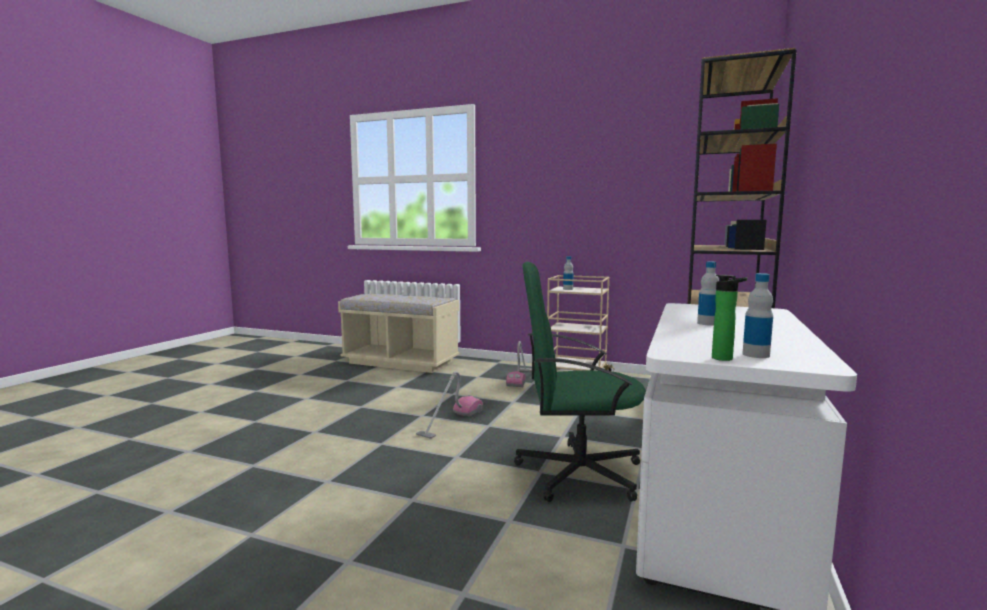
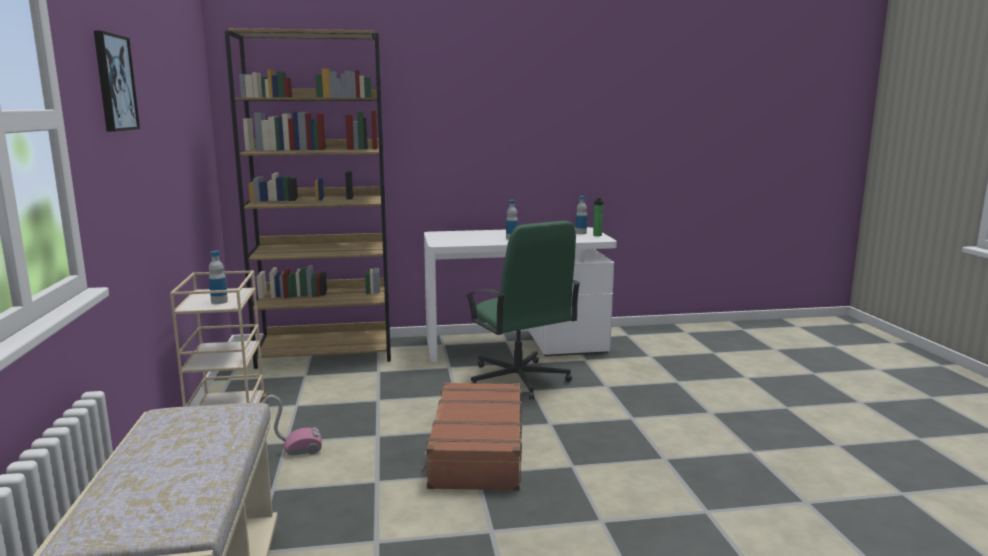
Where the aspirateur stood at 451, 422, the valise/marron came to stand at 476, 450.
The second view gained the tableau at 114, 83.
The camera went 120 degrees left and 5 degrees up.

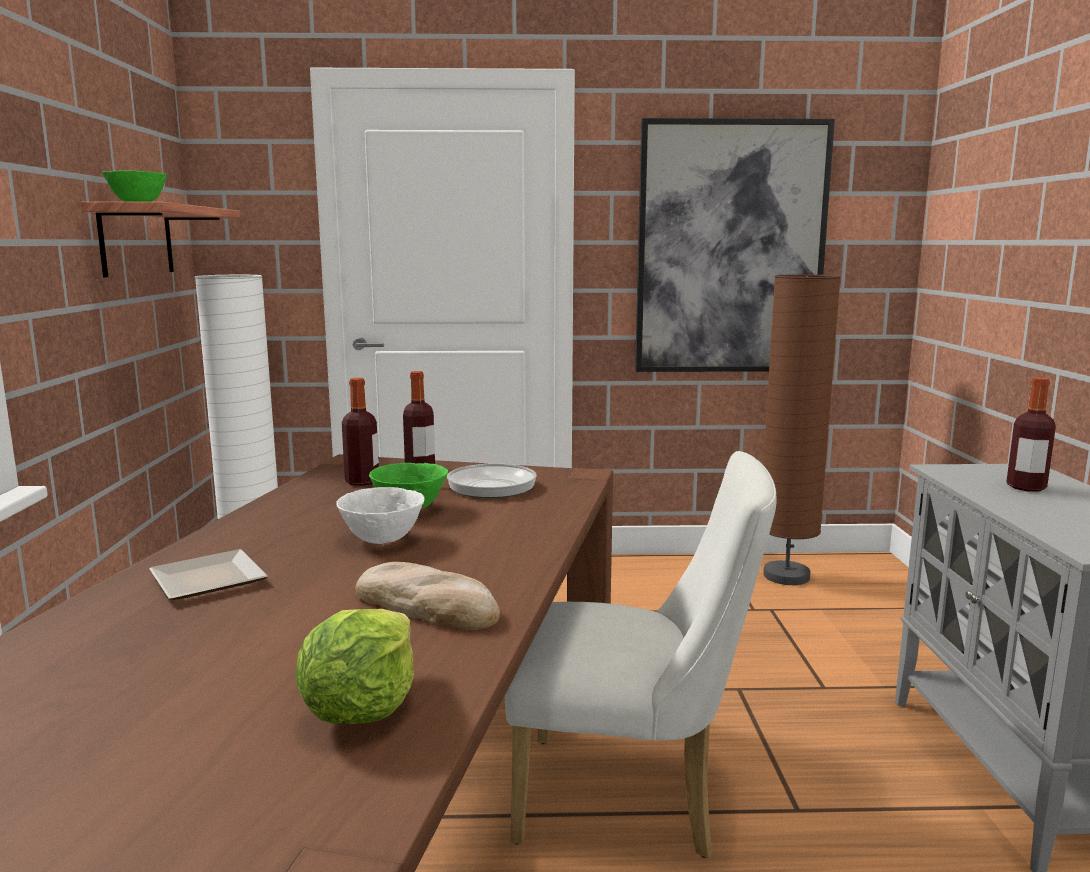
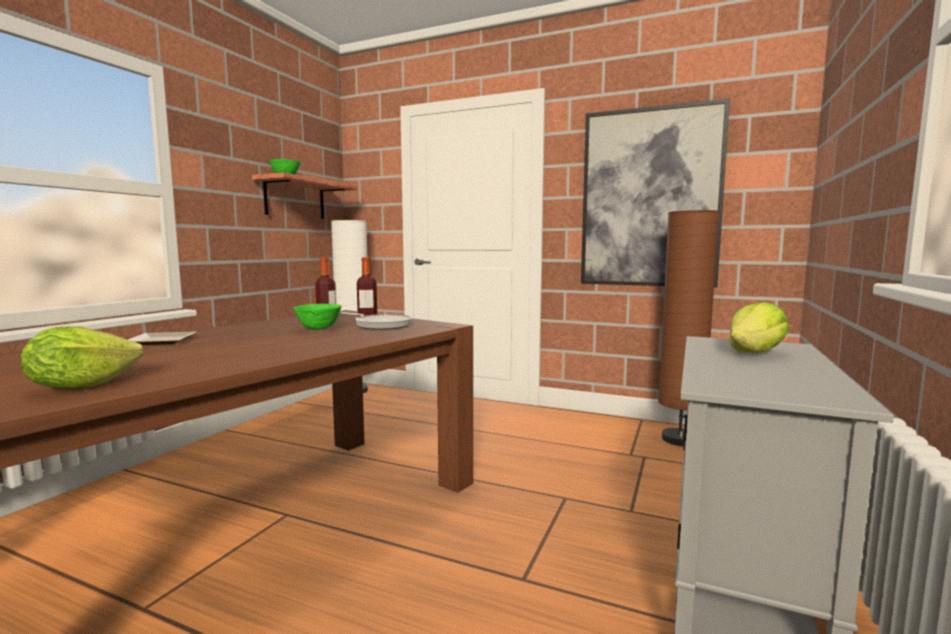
Where the bouteille stood at 1026, 487, the laitue came to stand at 754, 353.
The second view lost the chaise/blanc at 634, 798.
The second view lost the bol/blanc at 382, 540.
The second view lost the pain at 427, 605.
The camera went 25 degrees right and 5 degrees down.

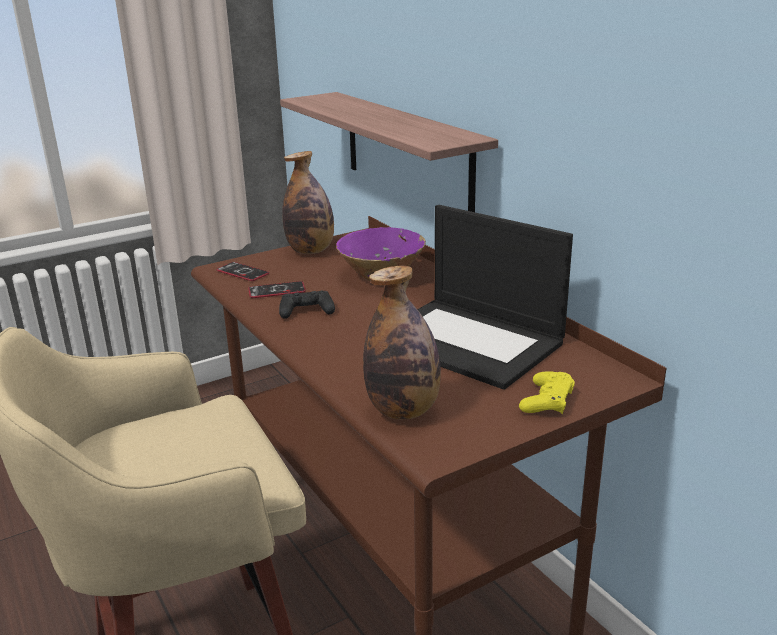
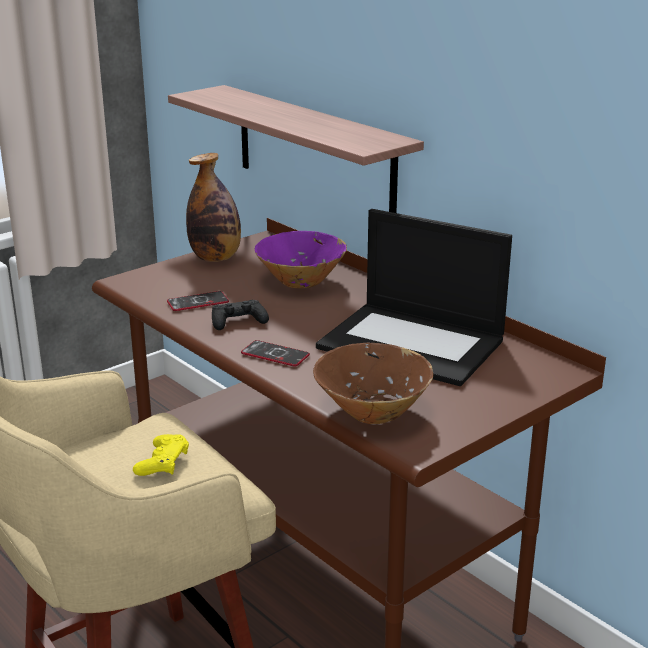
The téléphone ended up elsewhere, having gone from 242, 272 to 275, 355.
Where the bouteille stood at 403, 410, the bol/marron came to stand at 372, 411.
The manette/jaune ended up elsewhere, having gone from 547, 400 to 162, 462.
The camera went 10 degrees left and 0 degrees up.

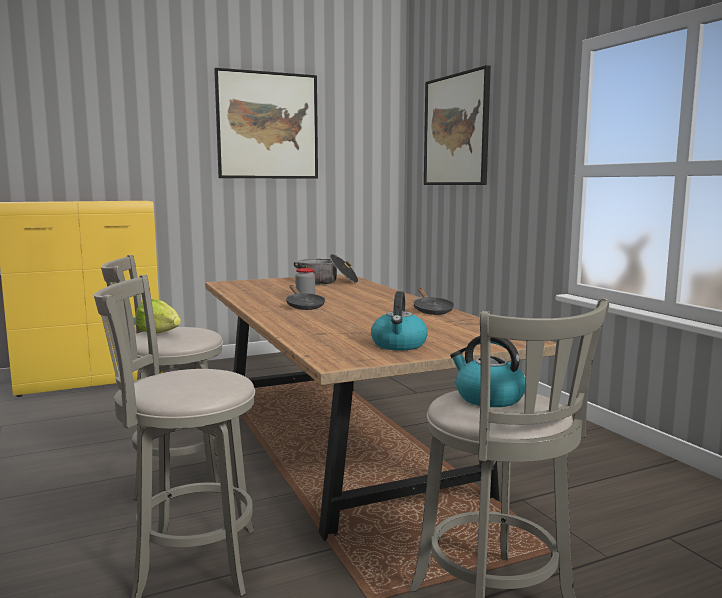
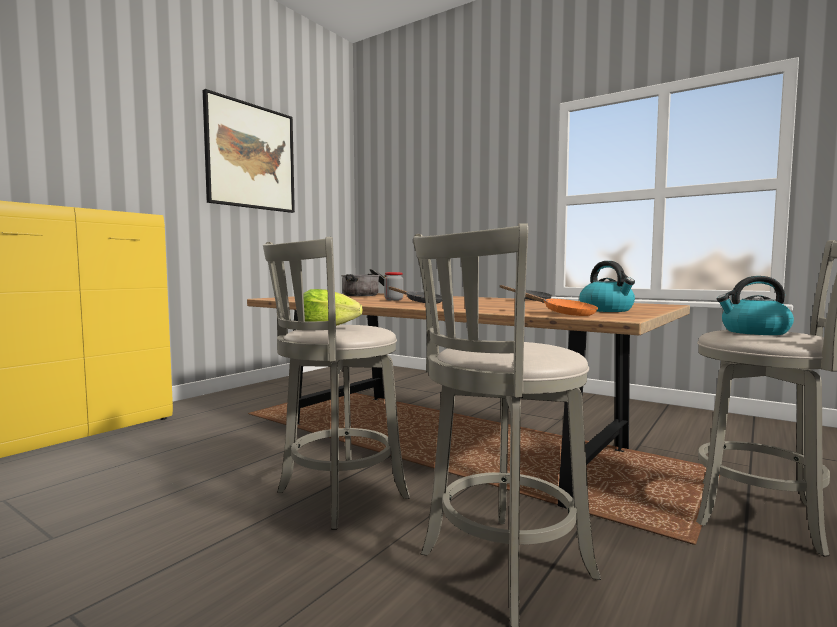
The second view lost the tableau at 456, 130.
The second view gained the poêle/orange at 564, 314.
The camera went 30 degrees left and 5 degrees down.

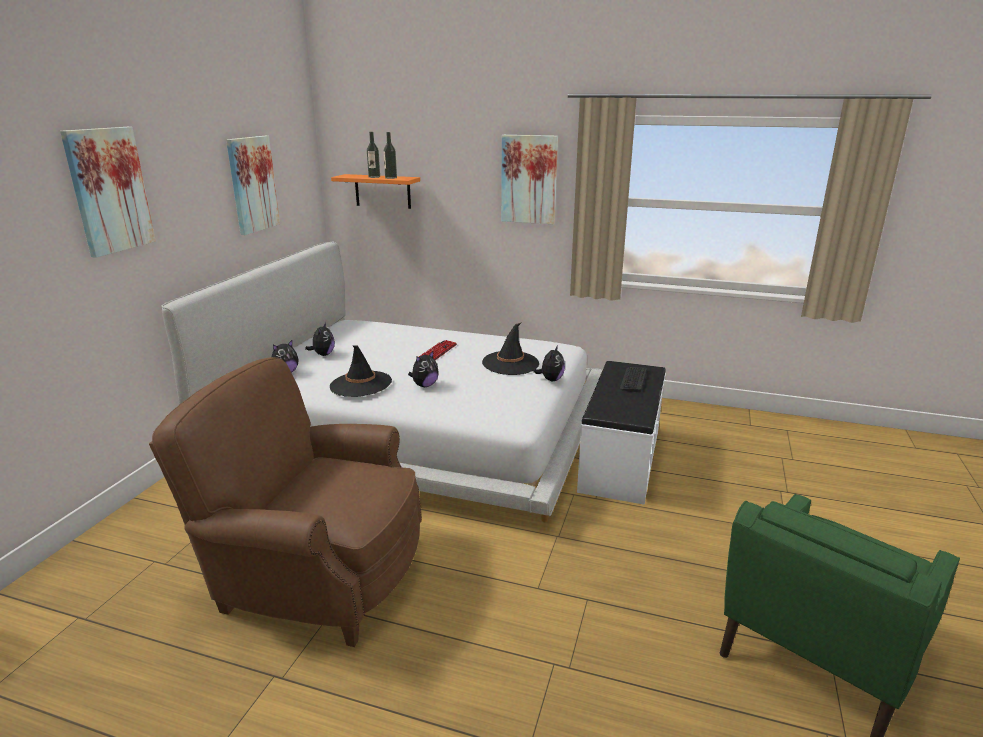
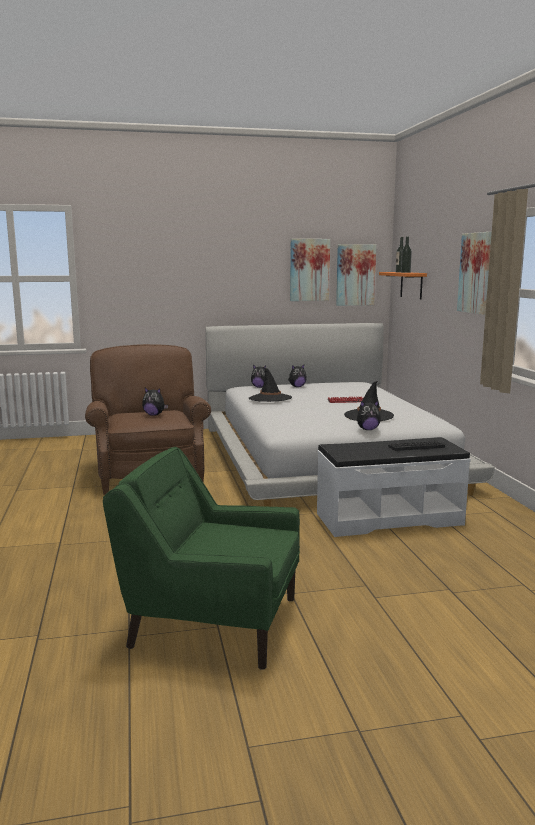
The tableau ended up elsewhere, having gone from 109, 190 to 355, 275.
The peluche ended up elsewhere, having gone from 424, 385 to 154, 415.
The camera went 60 degrees right and 10 degrees down.

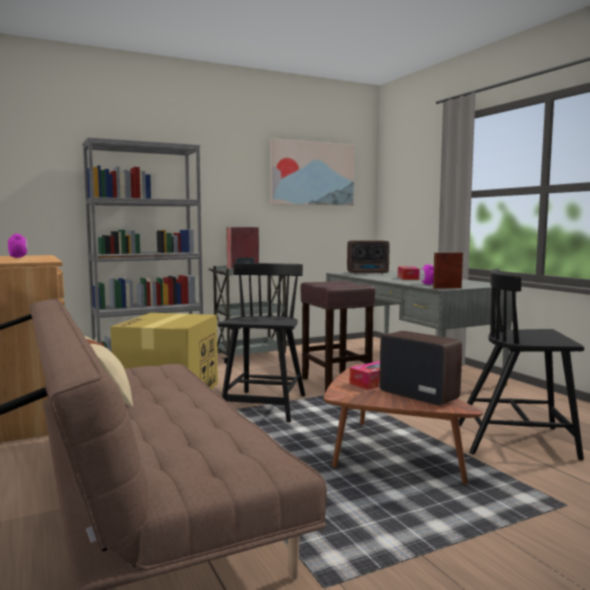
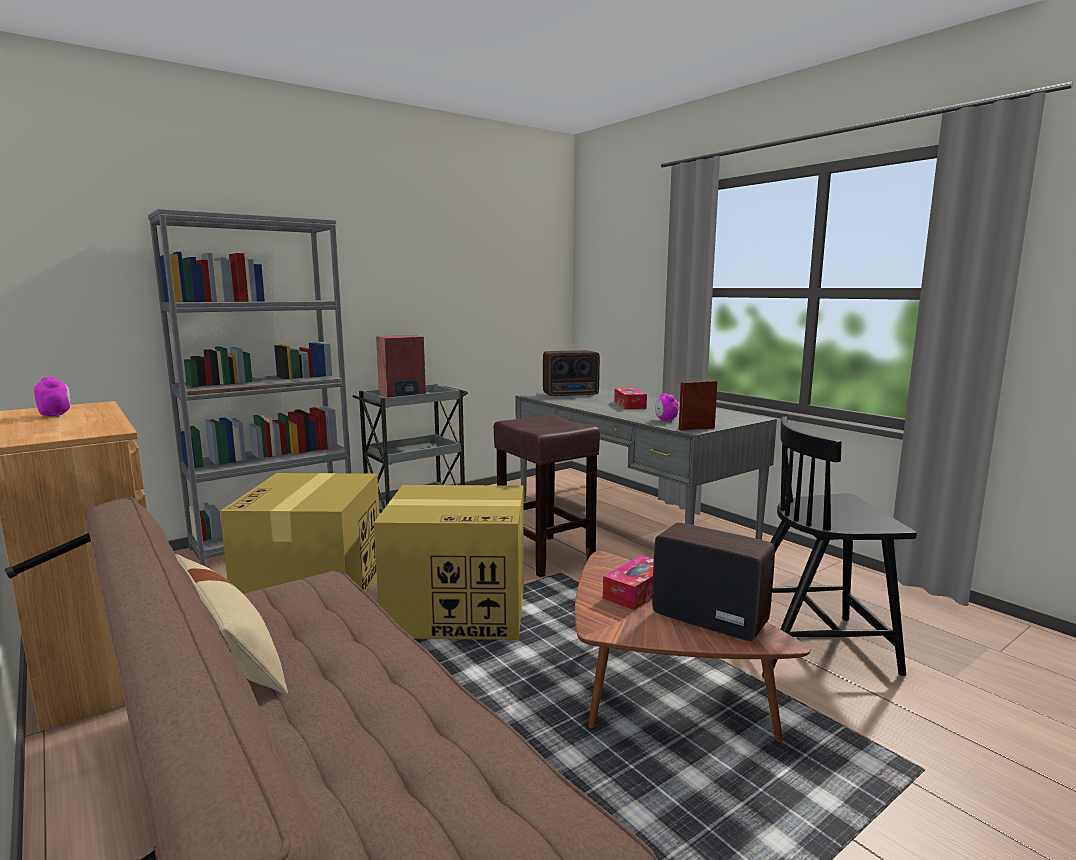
The second view lost the tableau at 312, 173.
Where the chaise/noir stood at 264, 407, the carton came to stand at 460, 610.
The camera went 10 degrees left and 5 degrees up.

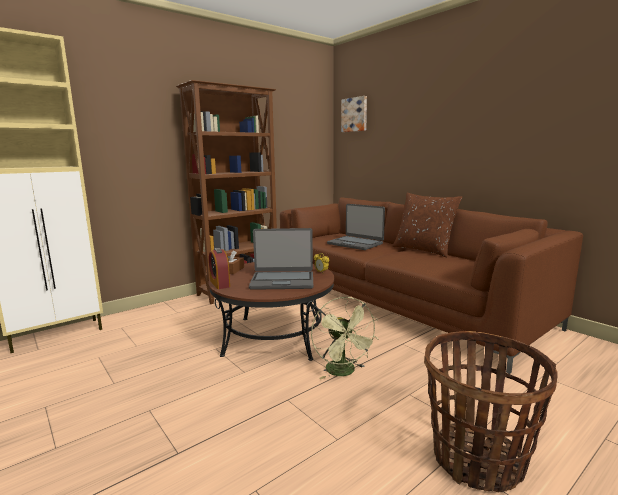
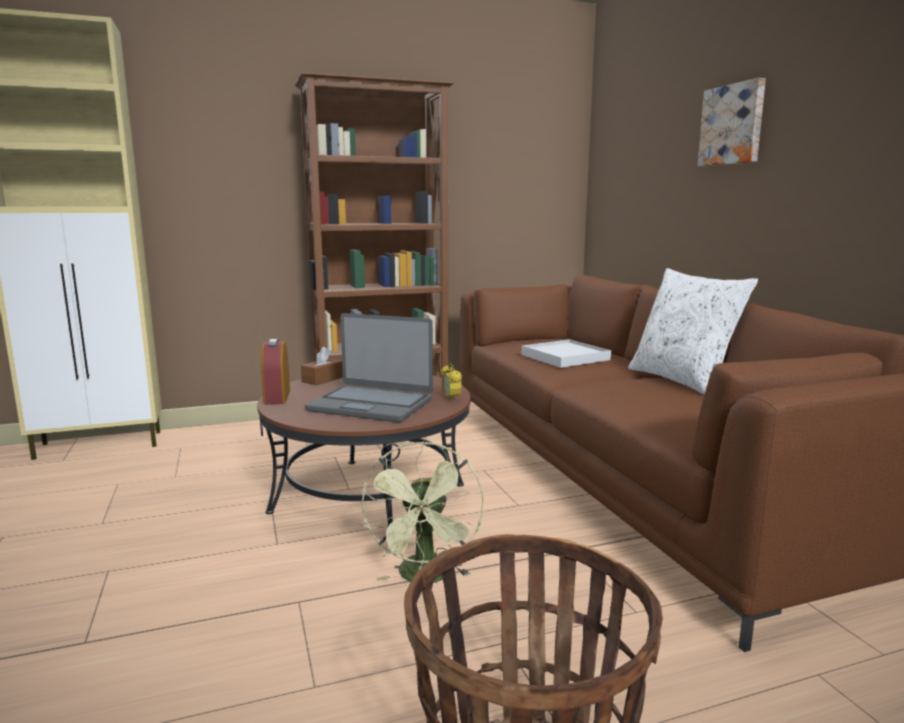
The tableau ended up elsewhere, having gone from 354, 114 to 733, 125.
What was the coussin/marron at 424, 250 turned into the coussin/blanc at 682, 381.
Where the ordinateur portable stood at 355, 243, the plateau/blanc came to stand at 565, 357.
The camera went 20 degrees right and 0 degrees up.

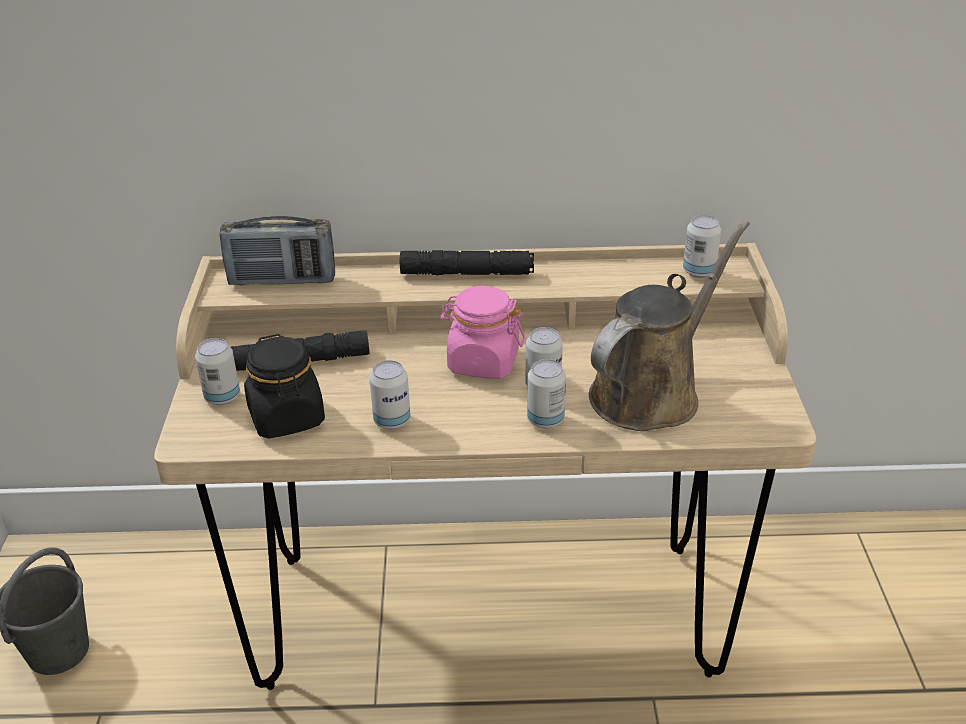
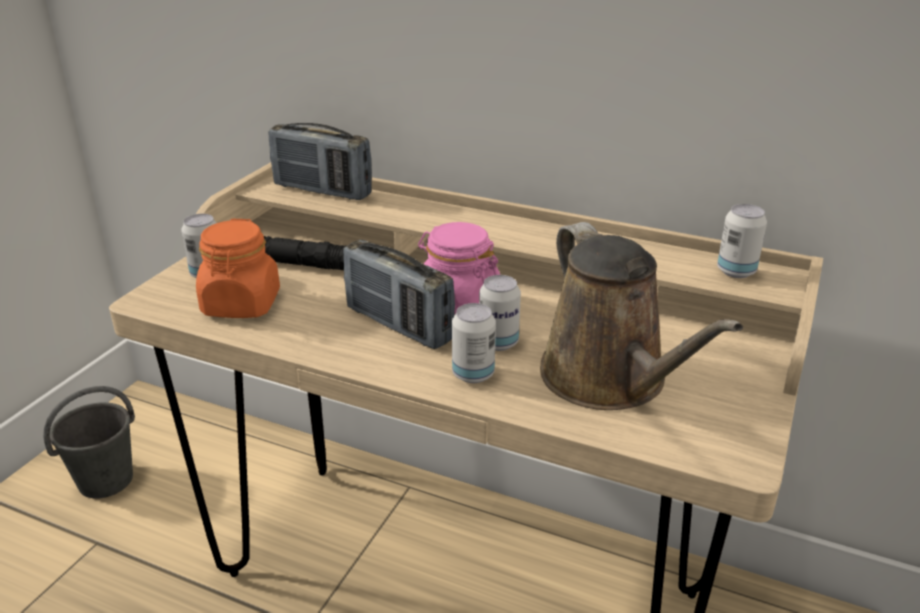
The arrosoir/marron at 651, 392 ended up facing another way, 90 degrees clockwise from before.
The second view lost the lampe de poche/noir at 467, 273.
What was the bocal/noir at 287, 417 turned into the bocal/orange at 241, 304.
The second view lost the boîte métallique at 392, 421.
The second view gained the radio at 398, 325.
The camera went 25 degrees right and 5 degrees down.

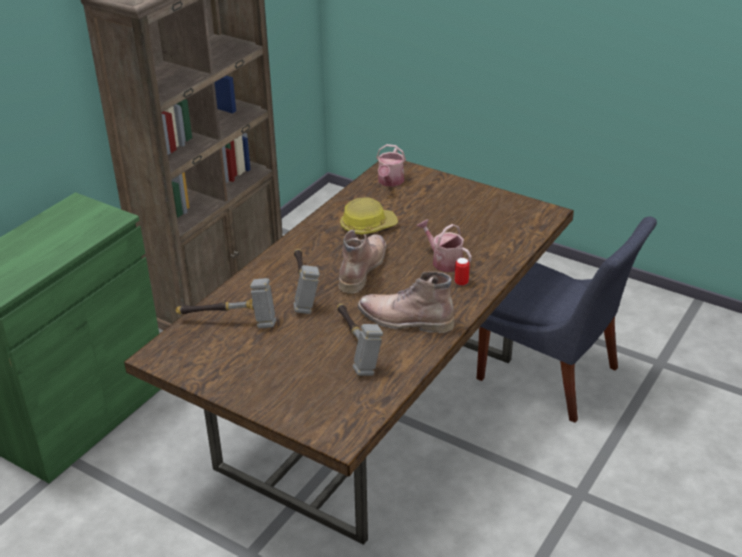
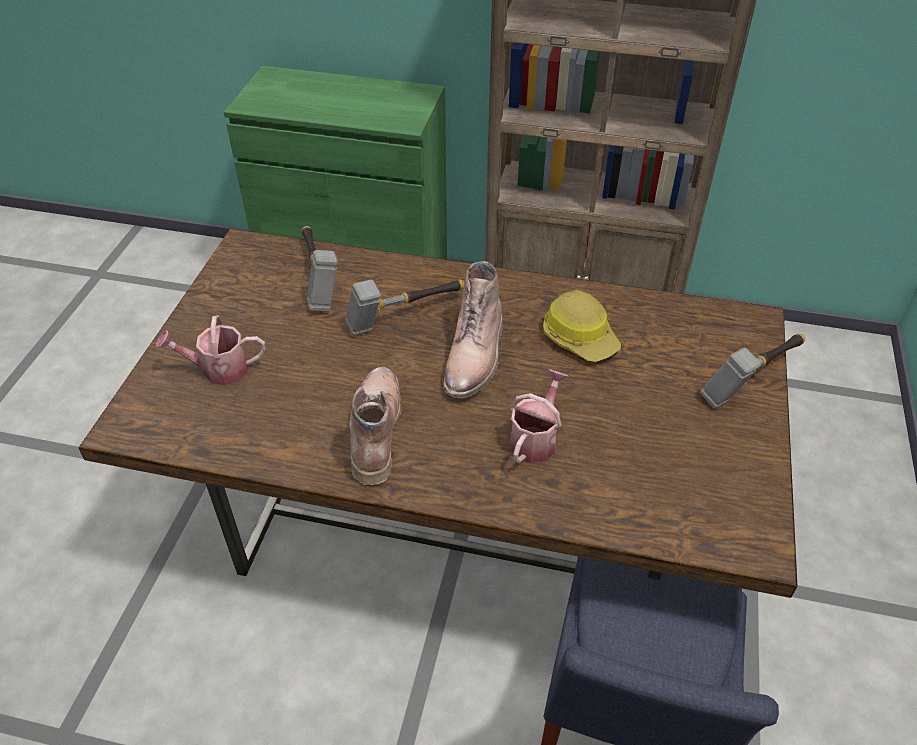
The arrosoir ended up elsewhere, having gone from 390, 182 to 218, 369.
The botte/marron at 362, 268 ended up facing another way, 105 degrees clockwise from before.
The second view lost the boîte métallique at 461, 282.
The marteau ended up elsewhere, having gone from 356, 348 to 752, 381.
The camera went 70 degrees right and 10 degrees up.

